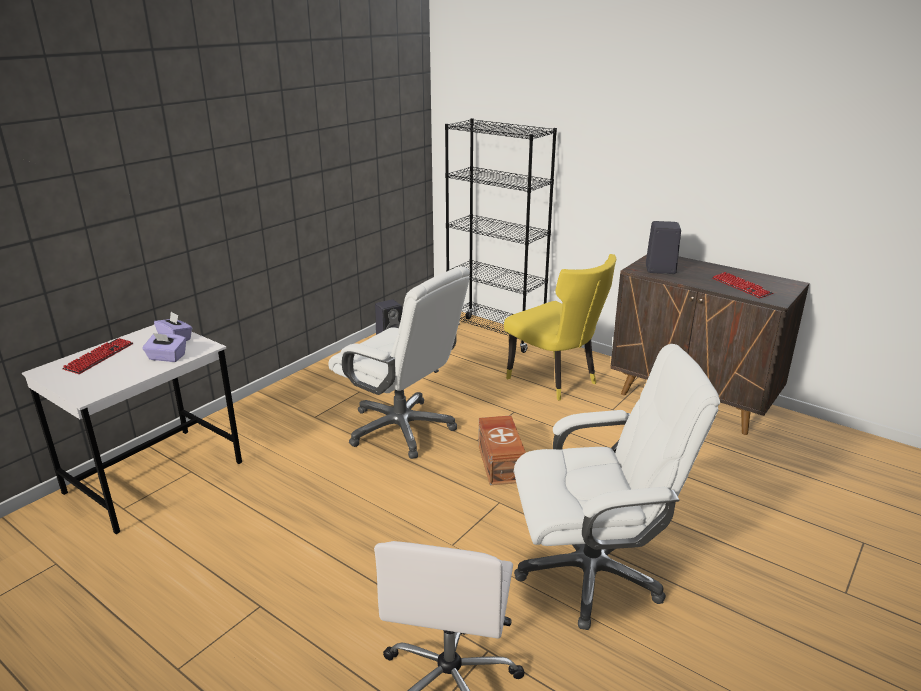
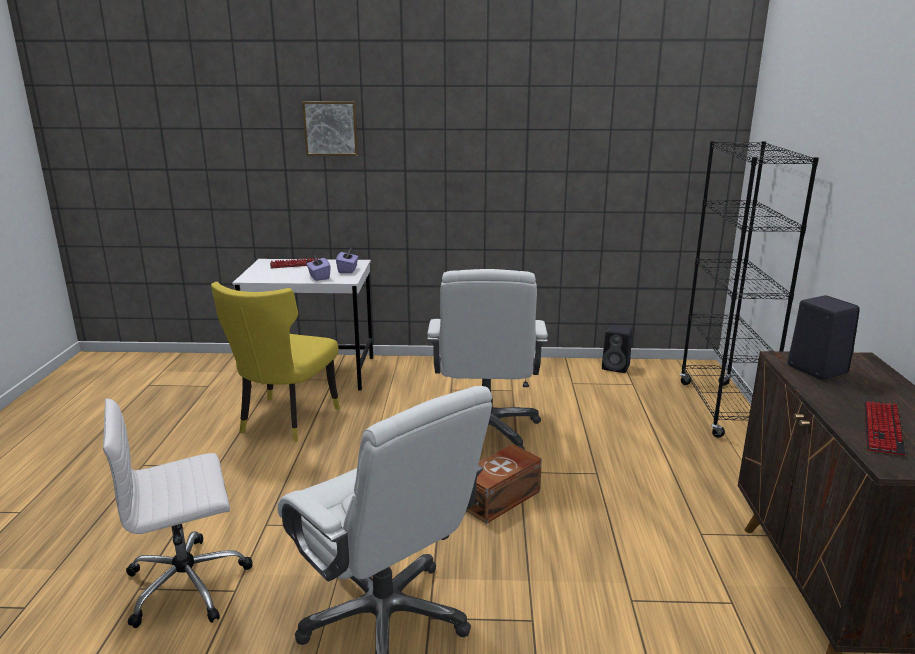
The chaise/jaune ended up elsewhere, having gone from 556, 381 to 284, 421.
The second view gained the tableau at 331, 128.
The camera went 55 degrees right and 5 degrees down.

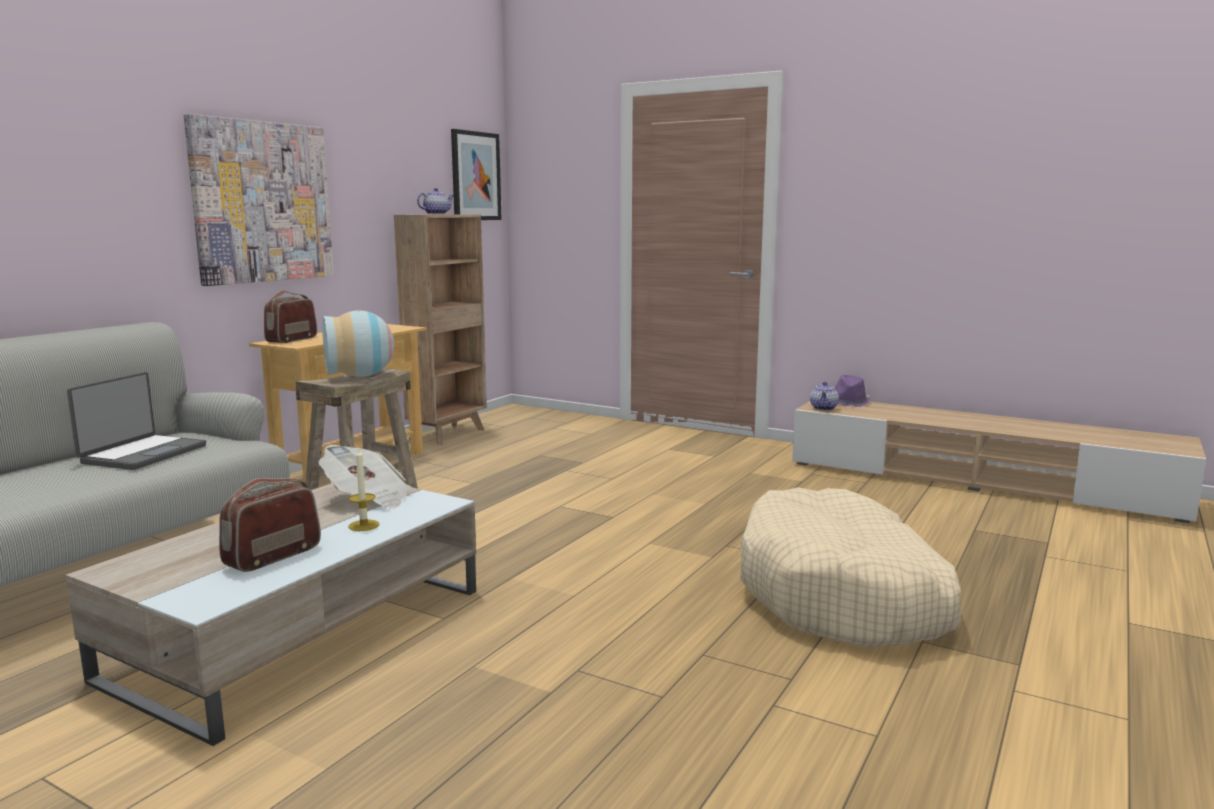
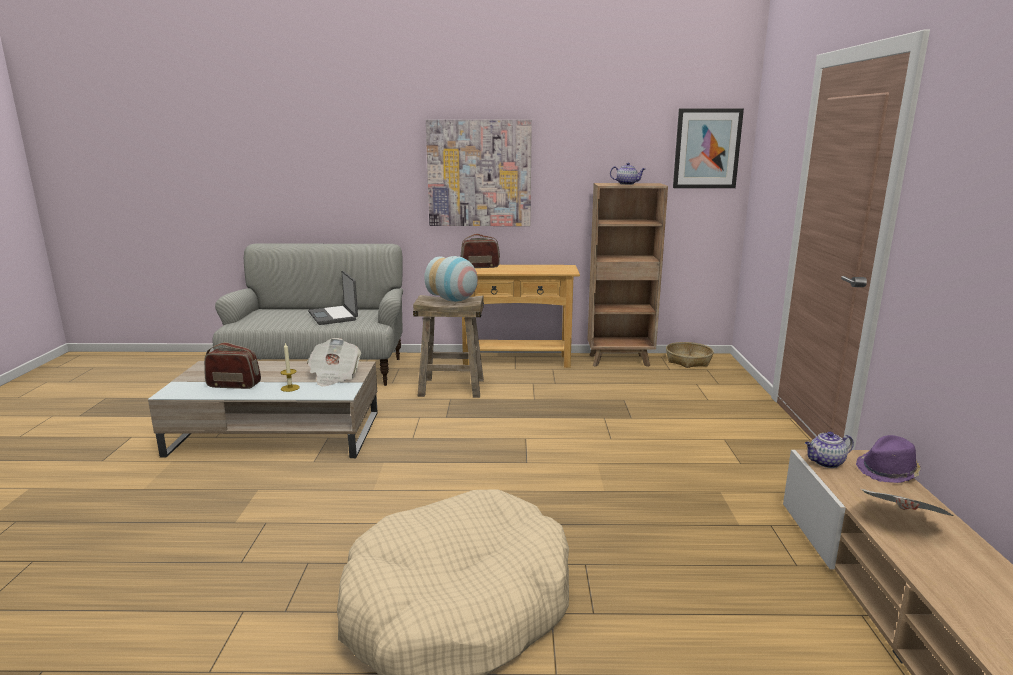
The ordinateur portable at 142, 454 ended up facing another way, 75 degrees clockwise from before.
The second view gained the panier at 688, 361.
The second view gained the journal at 901, 521.
The camera went 60 degrees right and 5 degrees up.

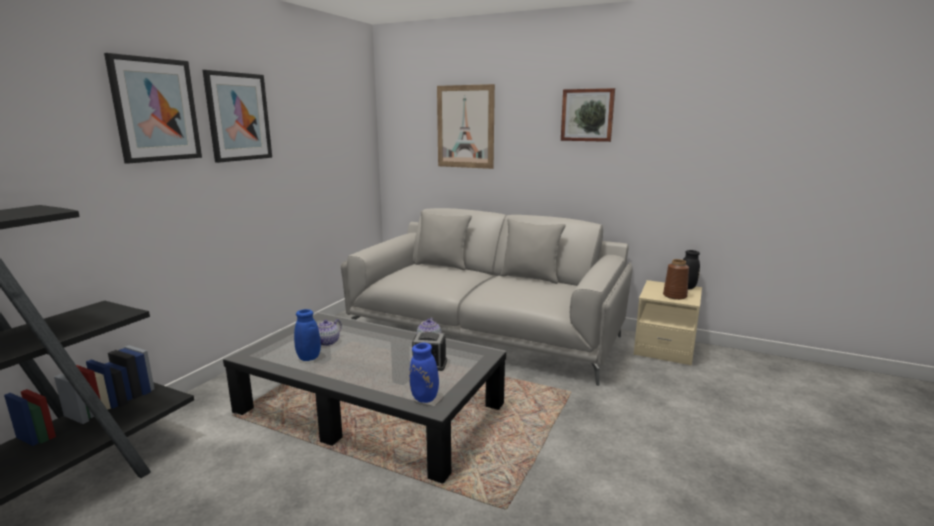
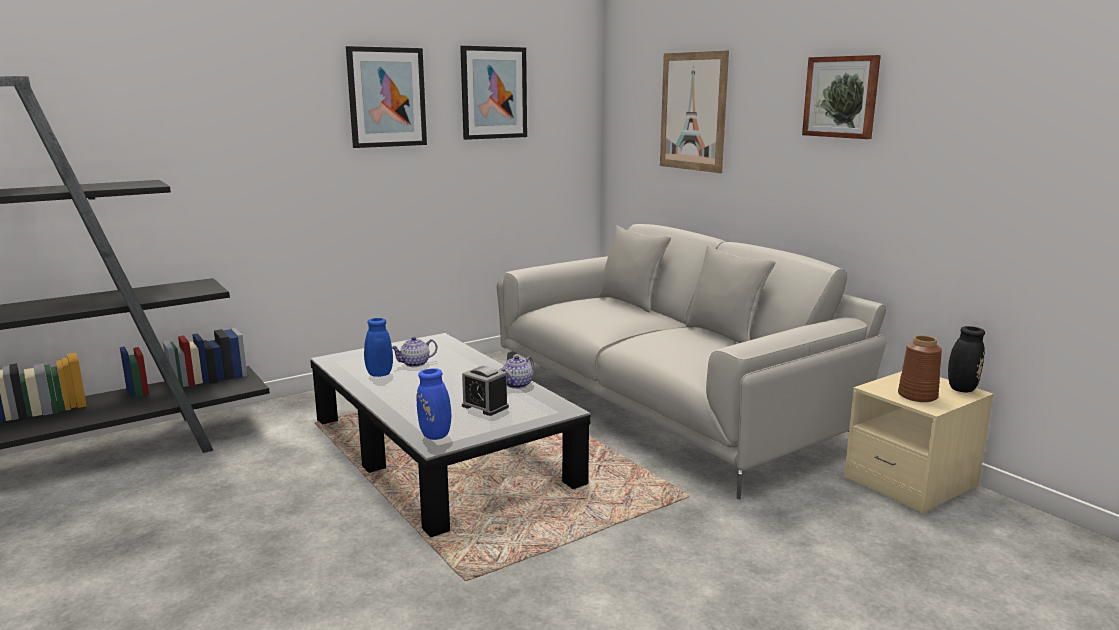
The tableau ended up elsewhere, having gone from 156, 110 to 493, 93.
The camera went 30 degrees right and 0 degrees up.

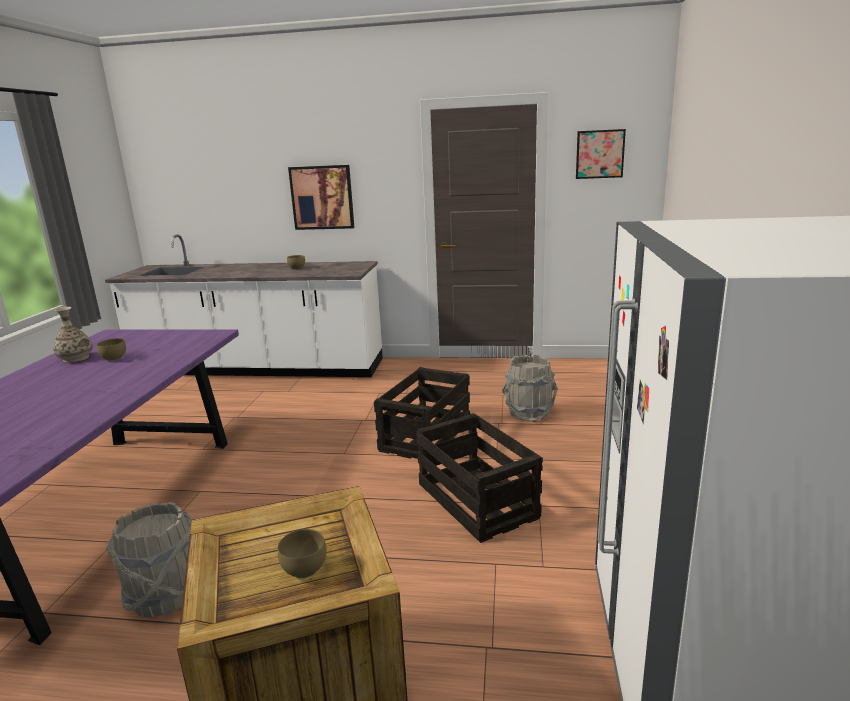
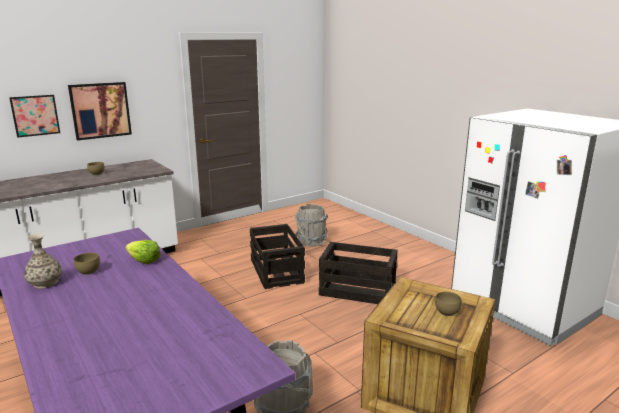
The tableau ended up elsewhere, having gone from 600, 154 to 35, 115.
The second view gained the laitue at 144, 261.
The camera went 45 degrees left and 0 degrees up.

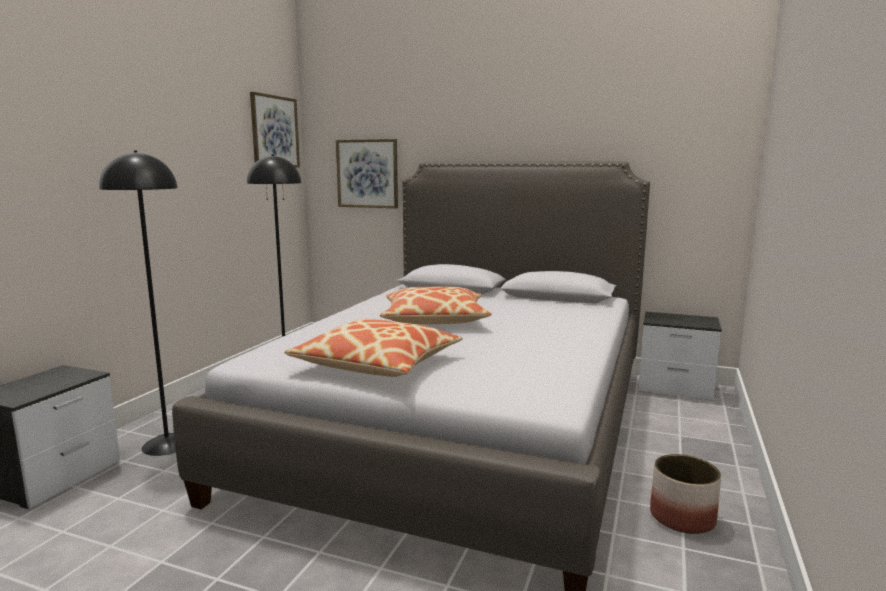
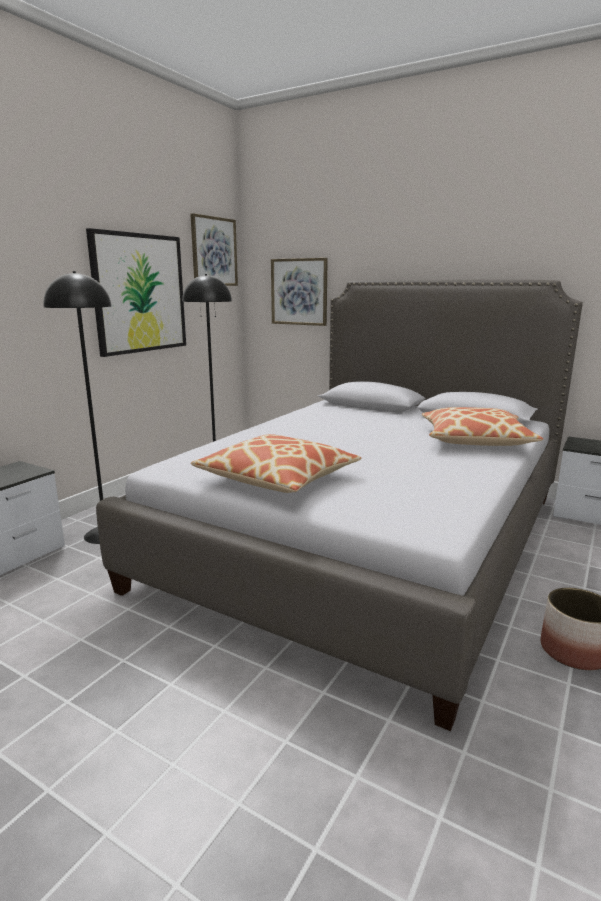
The coussin ended up elsewhere, having gone from 434, 319 to 475, 440.
The second view gained the tableau at 139, 293.
The camera went 10 degrees right and 5 degrees up.

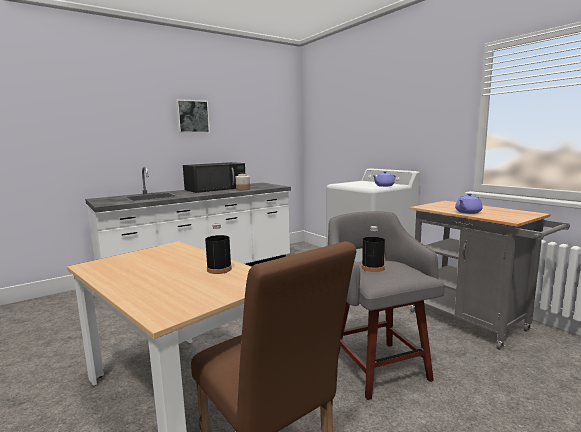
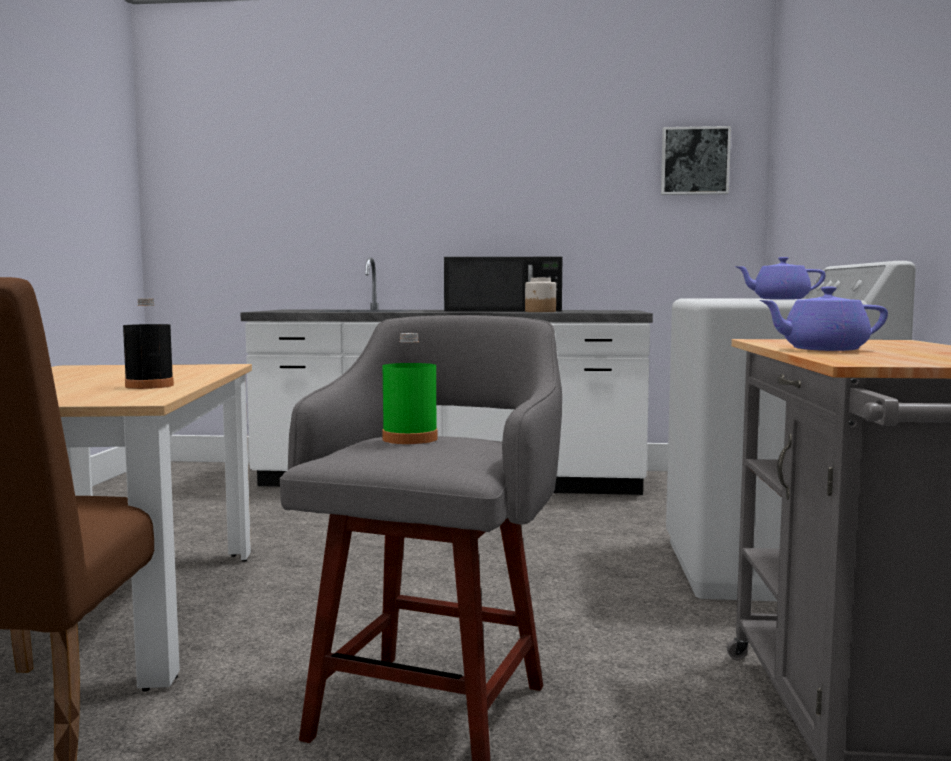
The tableau ended up elsewhere, having gone from 192, 116 to 694, 161.
What was the bouteille/noir at 373, 268 turned into the bouteille/vert at 410, 439.
The camera went 40 degrees right and 5 degrees down.

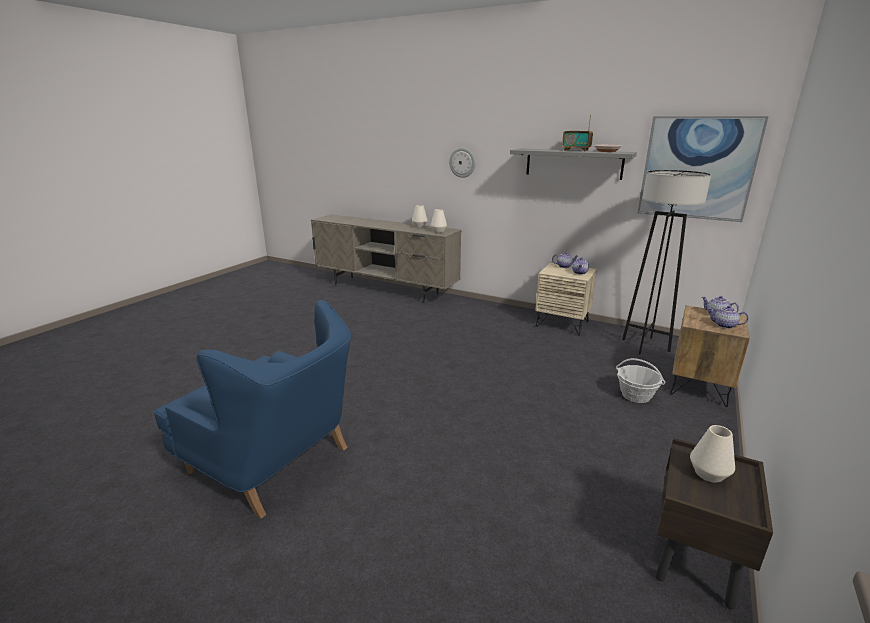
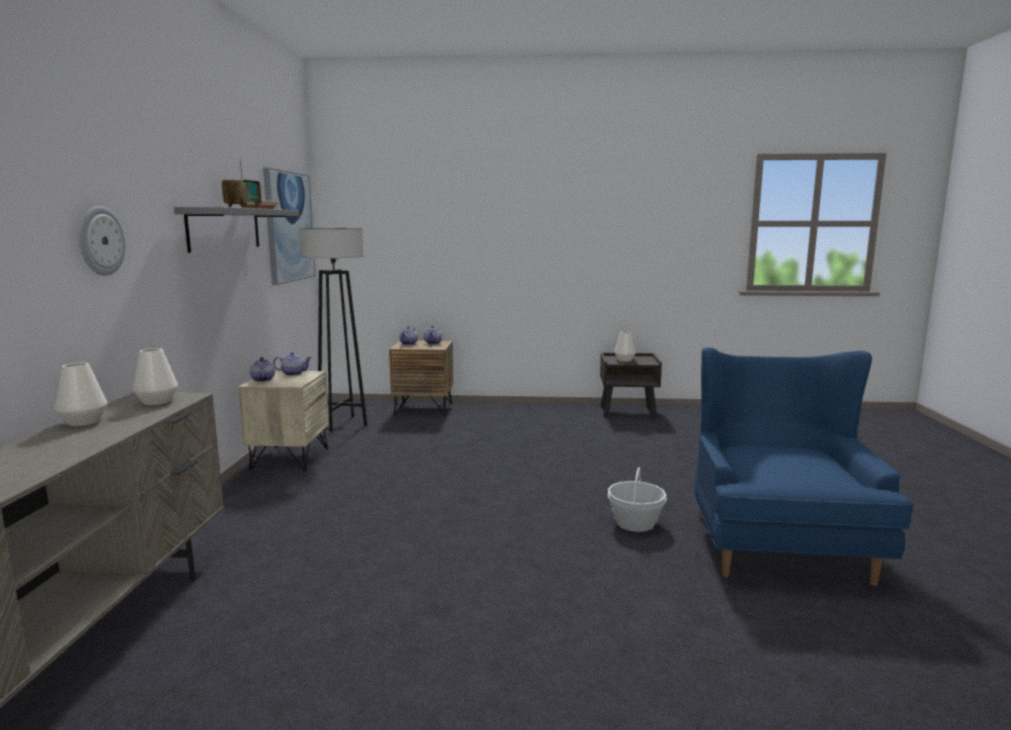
The panier ended up elsewhere, having gone from 636, 395 to 635, 523.
The camera went 115 degrees left and 10 degrees down.

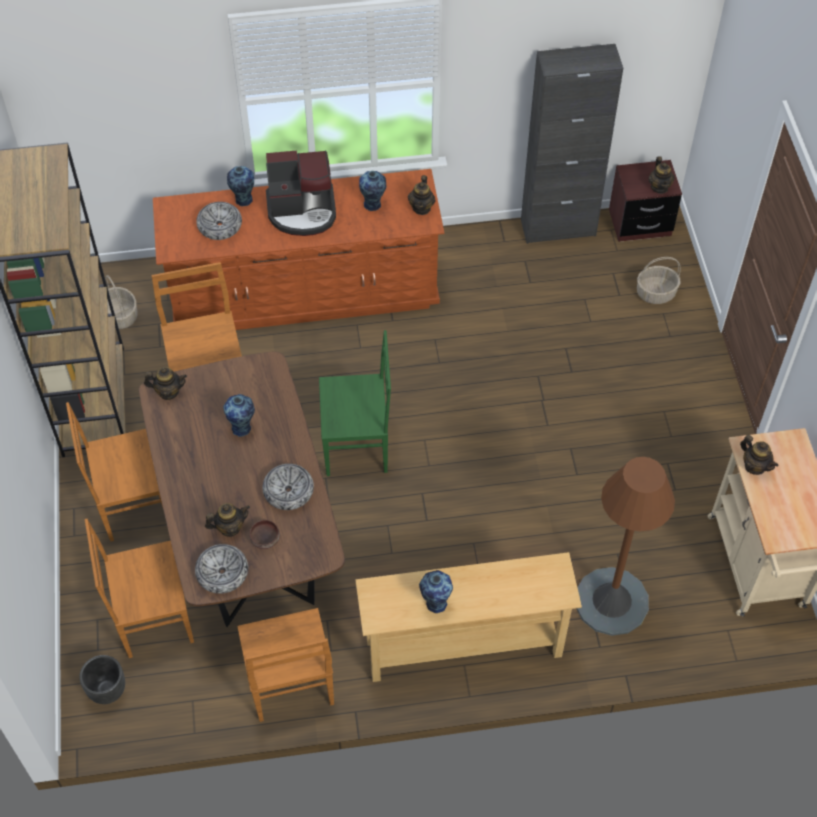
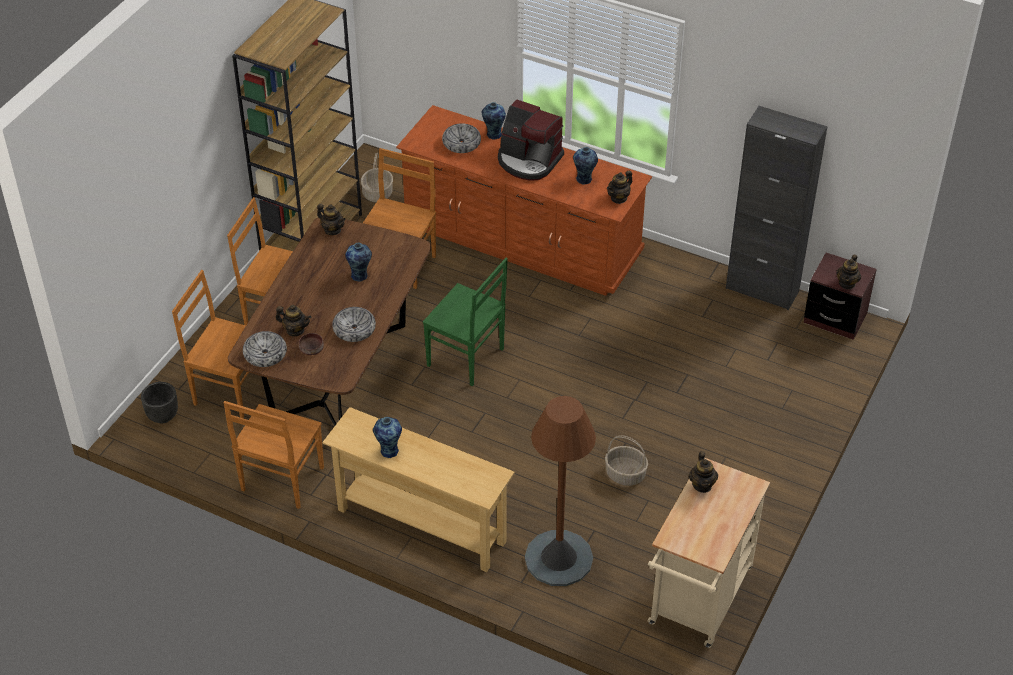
The panier ended up elsewhere, having gone from 656, 293 to 625, 474.
The camera went 35 degrees right and 10 degrees down.

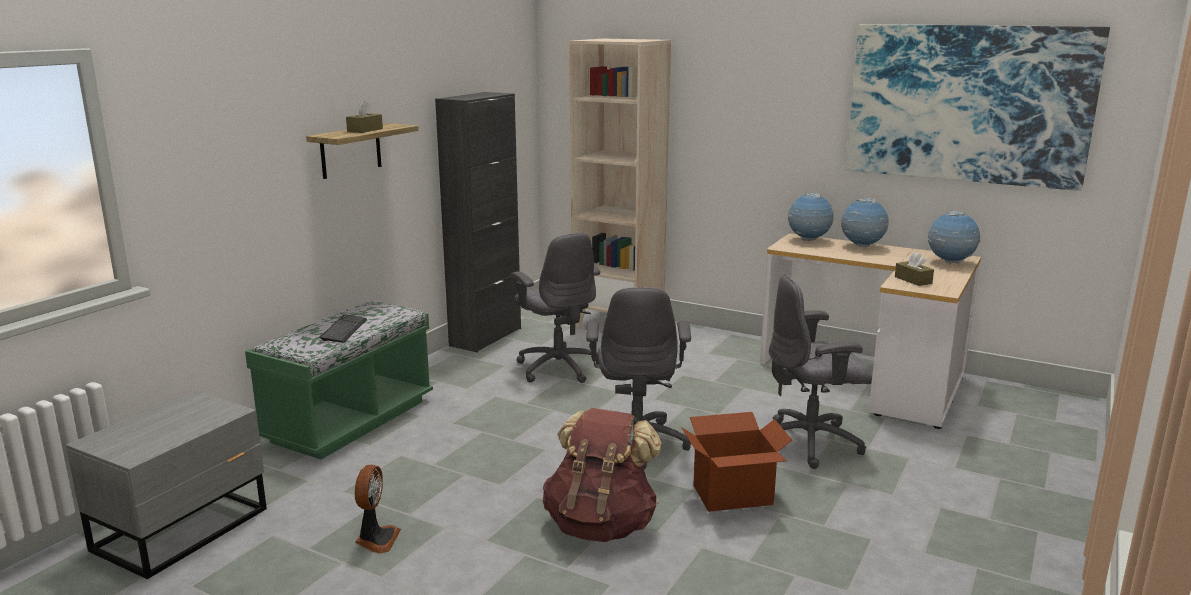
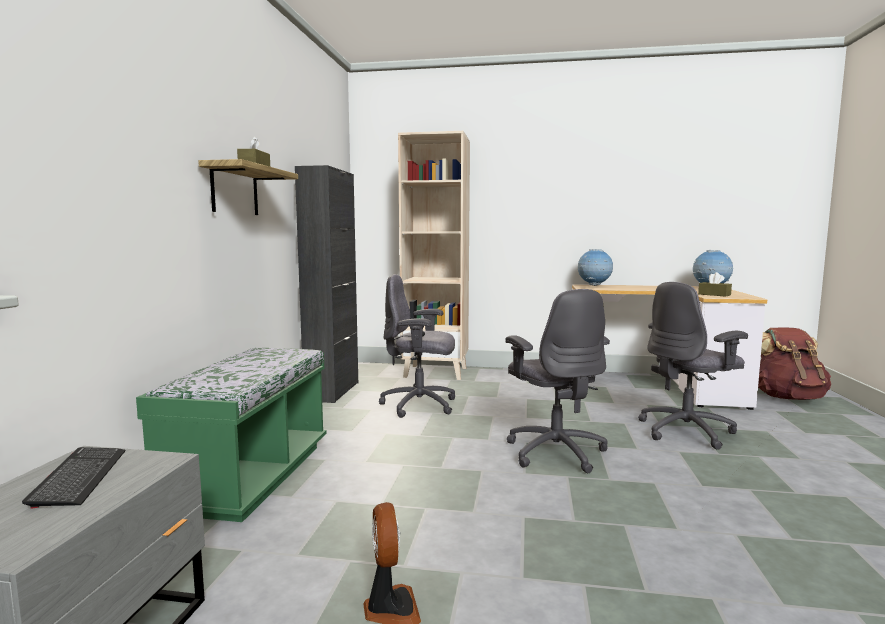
The second view lost the tableau at 967, 104.
The second view lost the globe at 862, 246.
The chaise de bureau/gris at 558, 367 ended up facing another way, 150 degrees clockwise from before.
The clavier ended up elsewhere, having gone from 344, 330 to 80, 477.
The sac à dos/marron ended up elsewhere, having gone from 601, 525 to 787, 398.
The second view lost the carton at 733, 496.
The camera went 20 degrees left and 10 degrees down.

